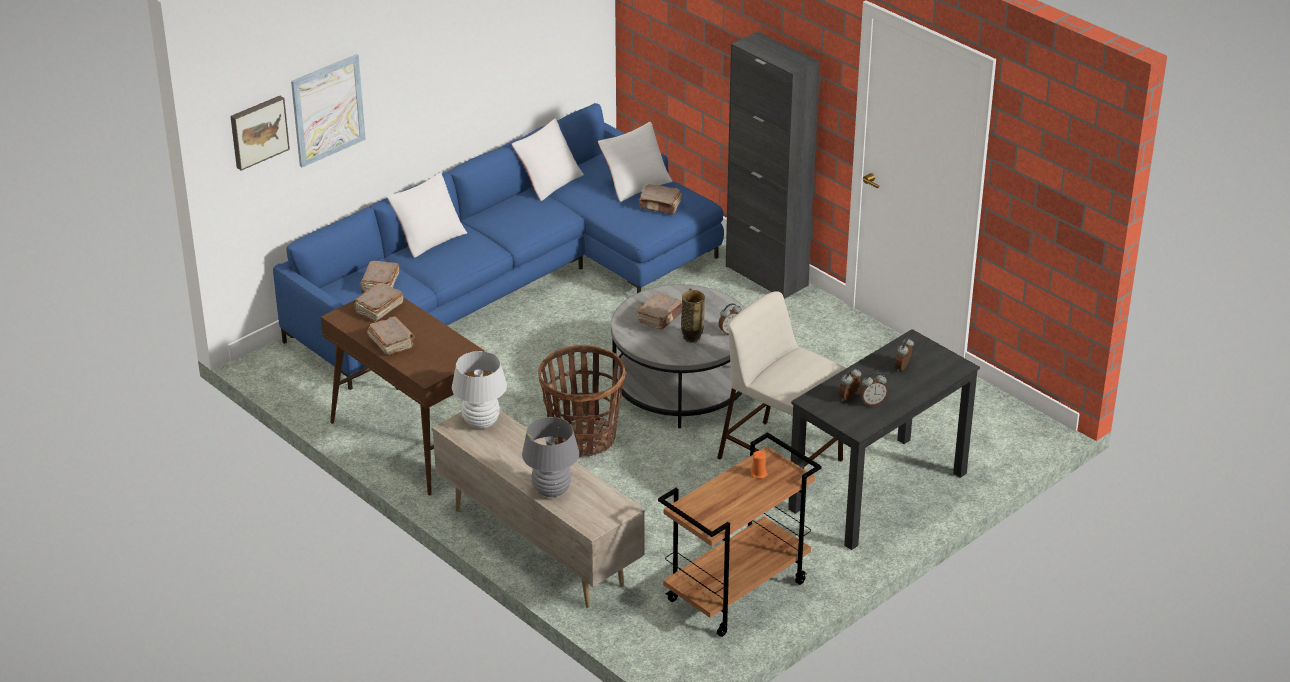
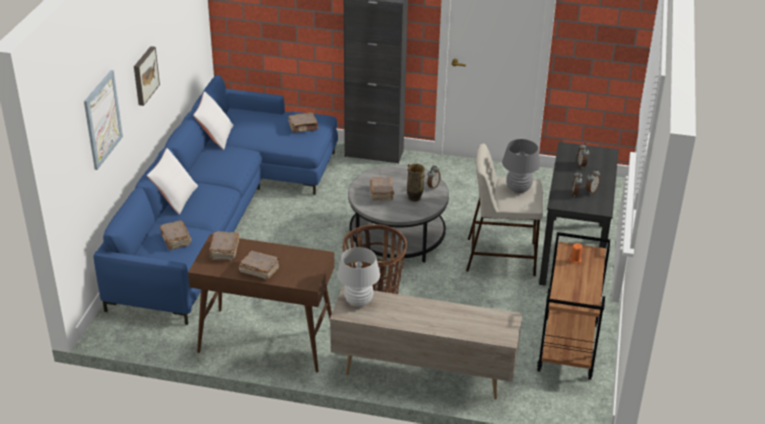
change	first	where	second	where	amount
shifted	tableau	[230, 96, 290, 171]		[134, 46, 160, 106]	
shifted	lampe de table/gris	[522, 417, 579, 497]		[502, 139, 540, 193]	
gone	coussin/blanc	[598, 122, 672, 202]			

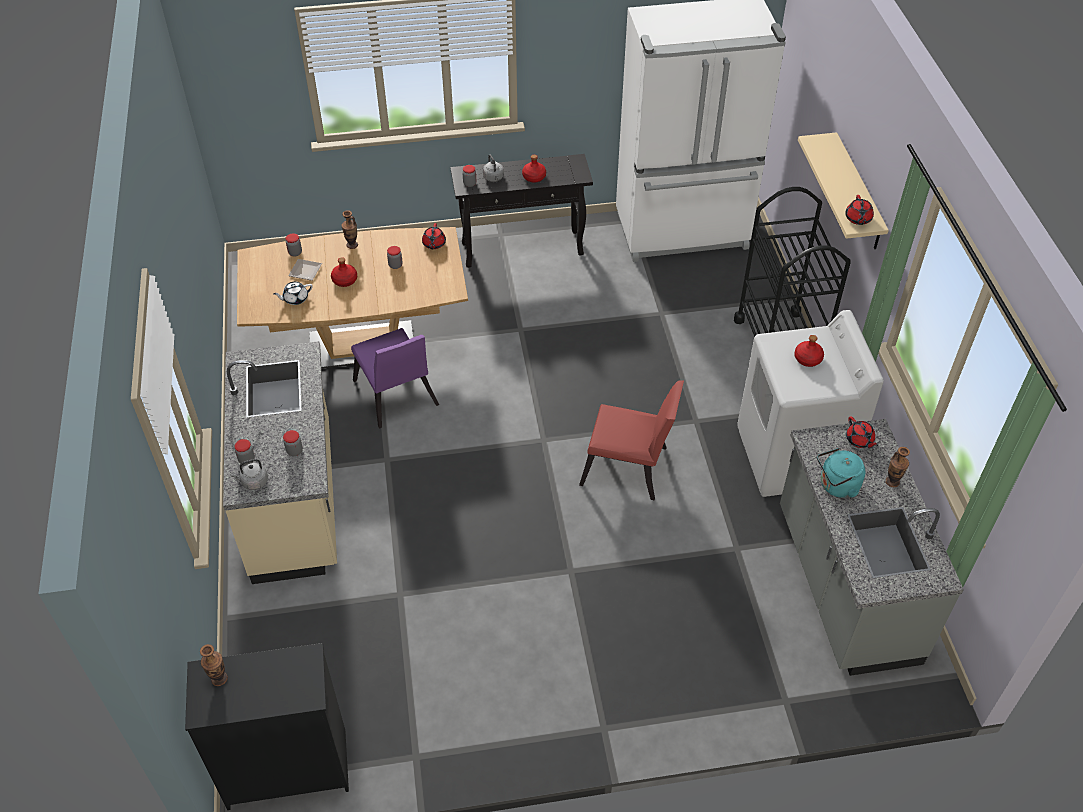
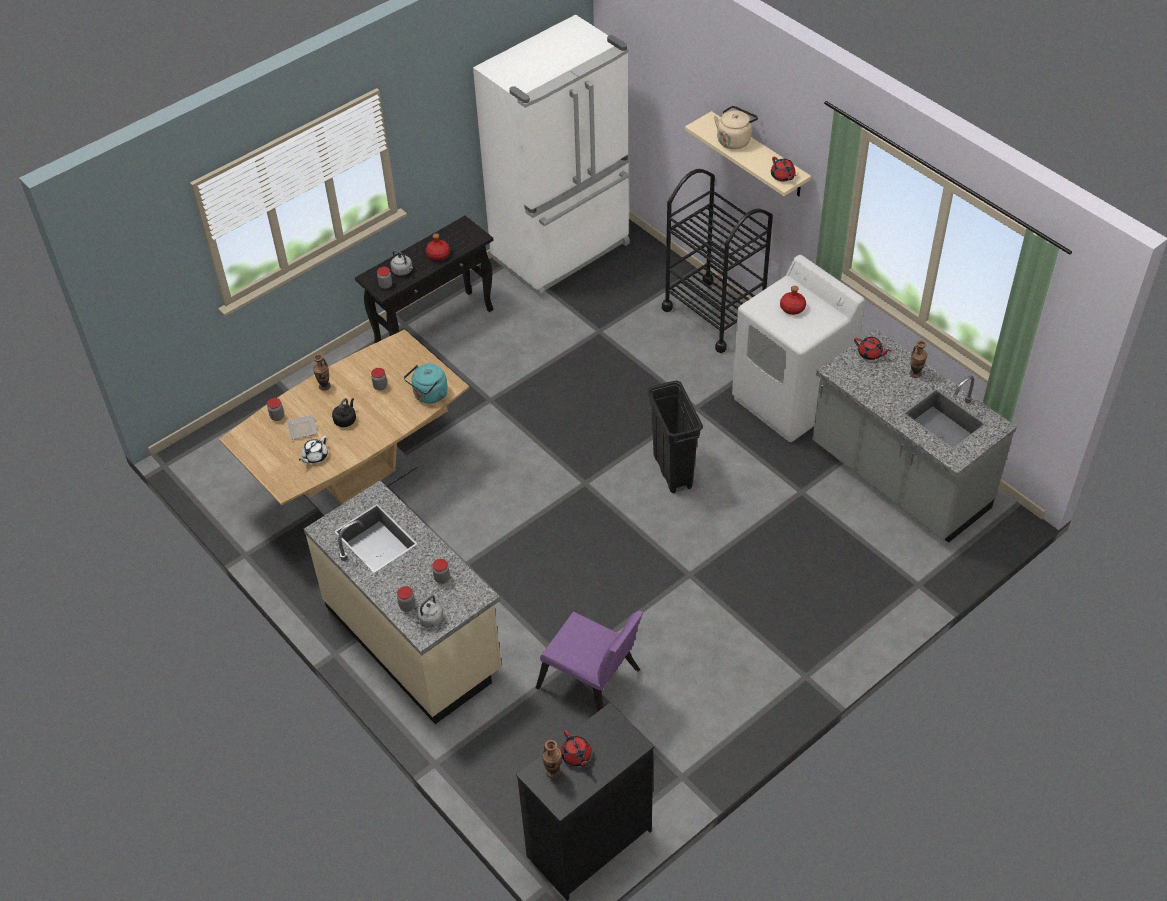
change	first	where	second	where	amount
swapped	bouteille/rouge	[331, 257, 357, 287]	bouilloire/noir	[332, 398, 356, 427]	
shifted	chaise/violet	[351, 328, 439, 429]		[536, 611, 643, 711]	
shifted	théière/rouge	[422, 223, 446, 249]		[561, 730, 592, 767]	
swapped	chaise/rouge	[579, 380, 684, 500]	poubelle/noir	[647, 380, 703, 493]	
shifted	bouilloire/turquoise	[817, 448, 865, 498]		[404, 364, 448, 404]	
new			bouilloire/beige	[714, 106, 758, 149]	

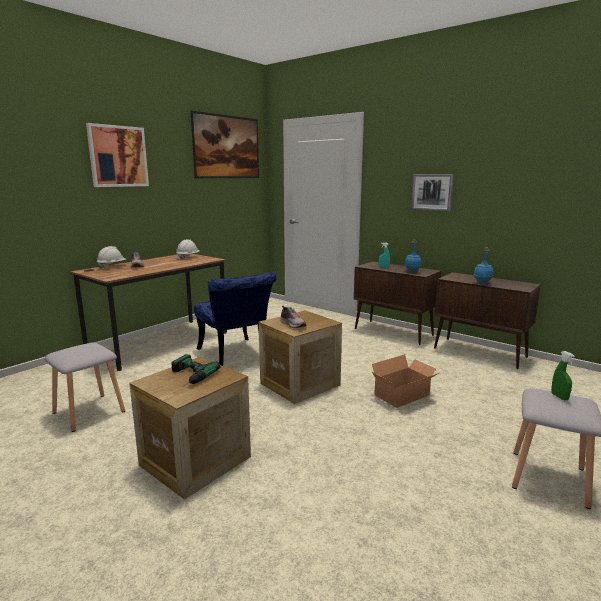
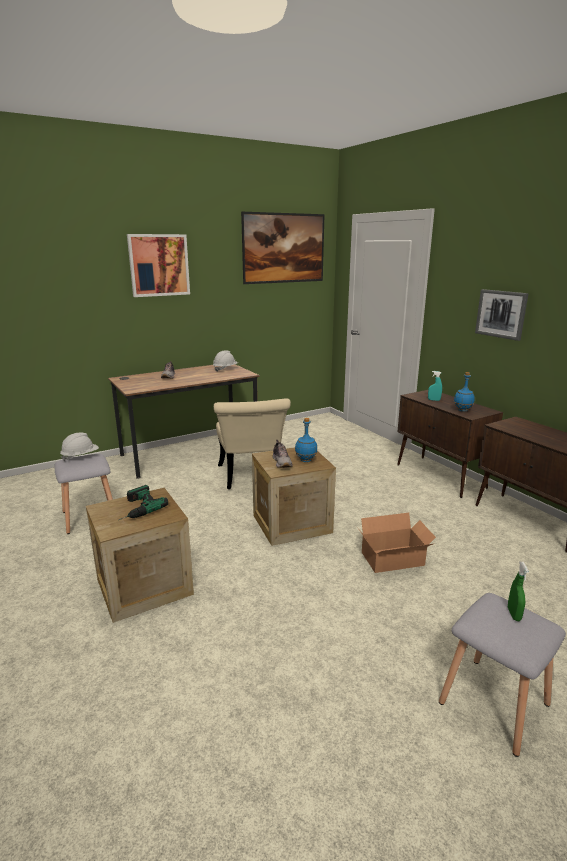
change	first	where	second	where	amount
shifted	casque de chantier/blanc	[96, 246, 126, 269]		[60, 433, 99, 461]	
repainted	chaise/bleu	[194, 272, 277, 366]	chaise/beige	[214, 398, 291, 489]	
shifted	bouteille/bleu	[474, 247, 493, 284]		[295, 418, 317, 462]	

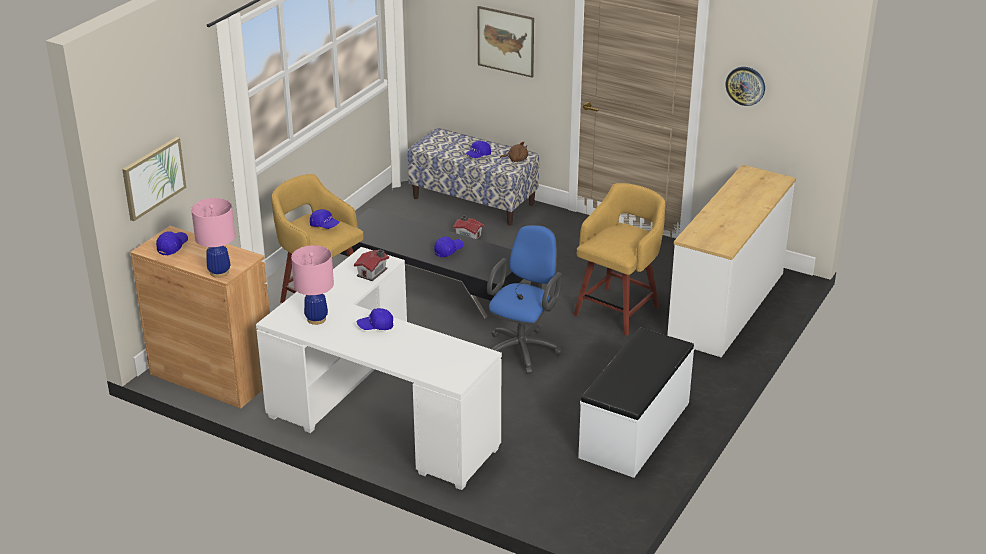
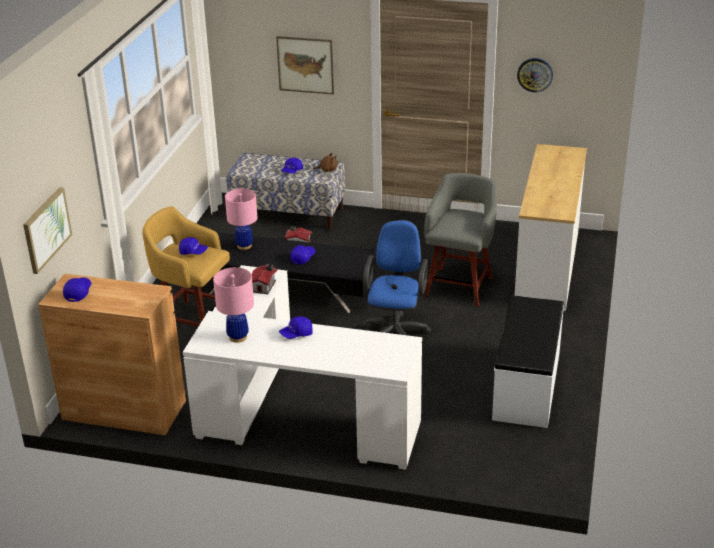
change	first	where	second	where	amount
shifted	lampe de table/rose	[191, 198, 235, 278]		[225, 188, 258, 250]	
repainted	tabouret/jaune	[574, 183, 665, 336]	tabouret/gris	[424, 173, 497, 307]	

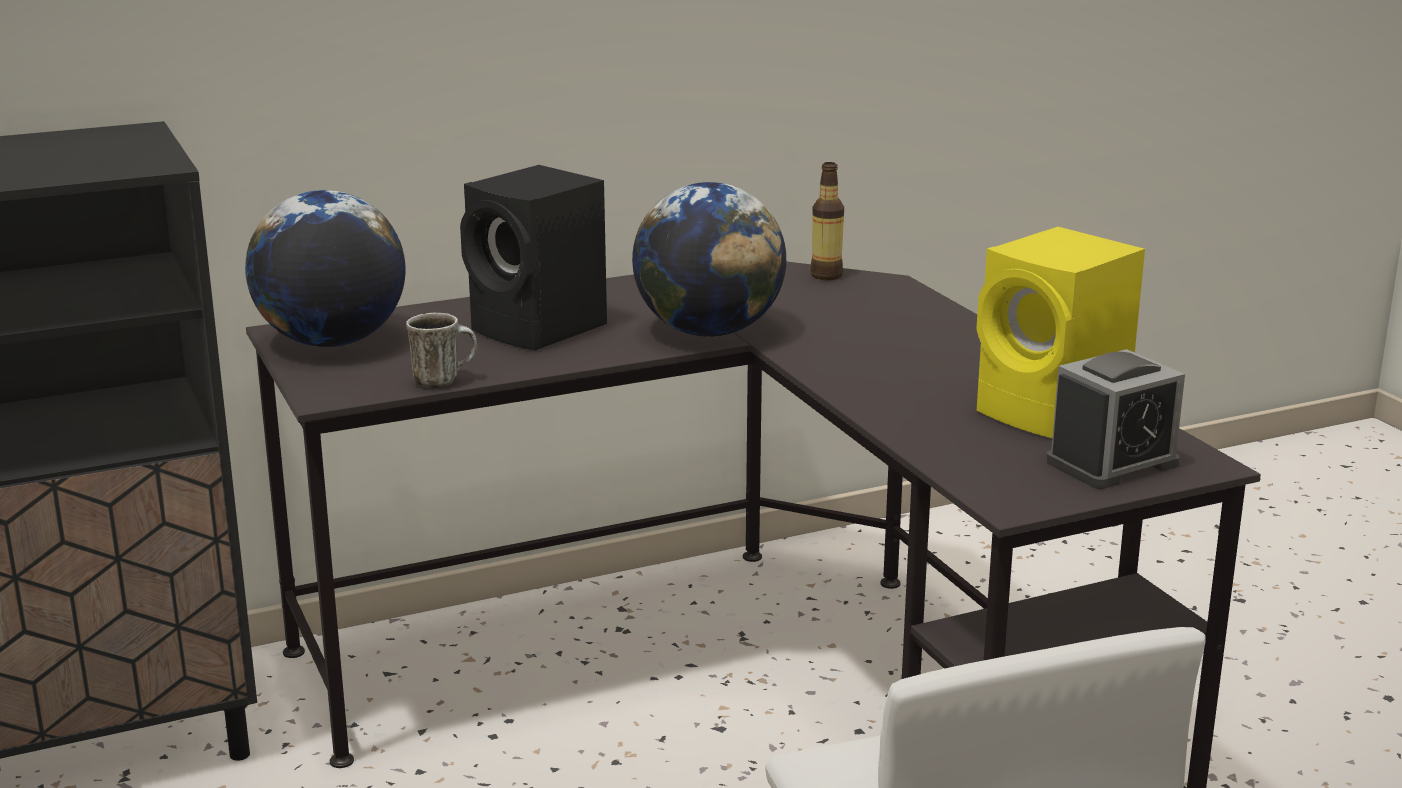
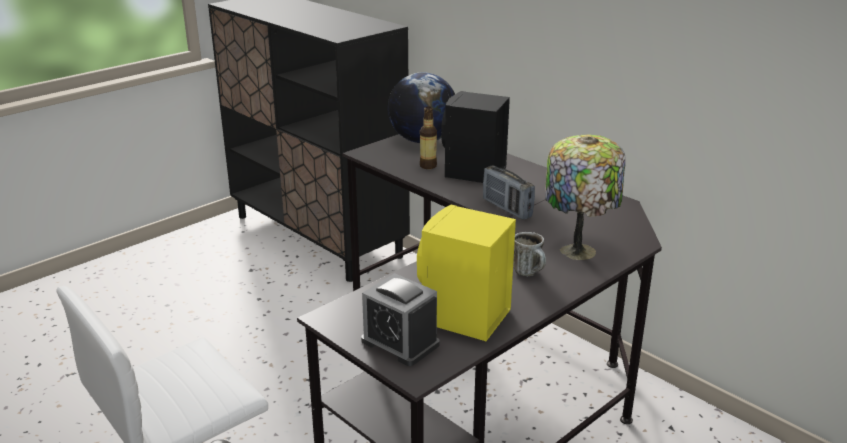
change	first	where	second	where	amount
shifted	mug	[406, 313, 477, 388]		[513, 232, 546, 276]	
swapped	globe	[632, 182, 786, 337]	radio	[483, 166, 535, 220]	
shifted	bouteille	[810, 162, 844, 280]		[420, 107, 437, 169]	
new			lampe de table	[545, 135, 625, 260]	

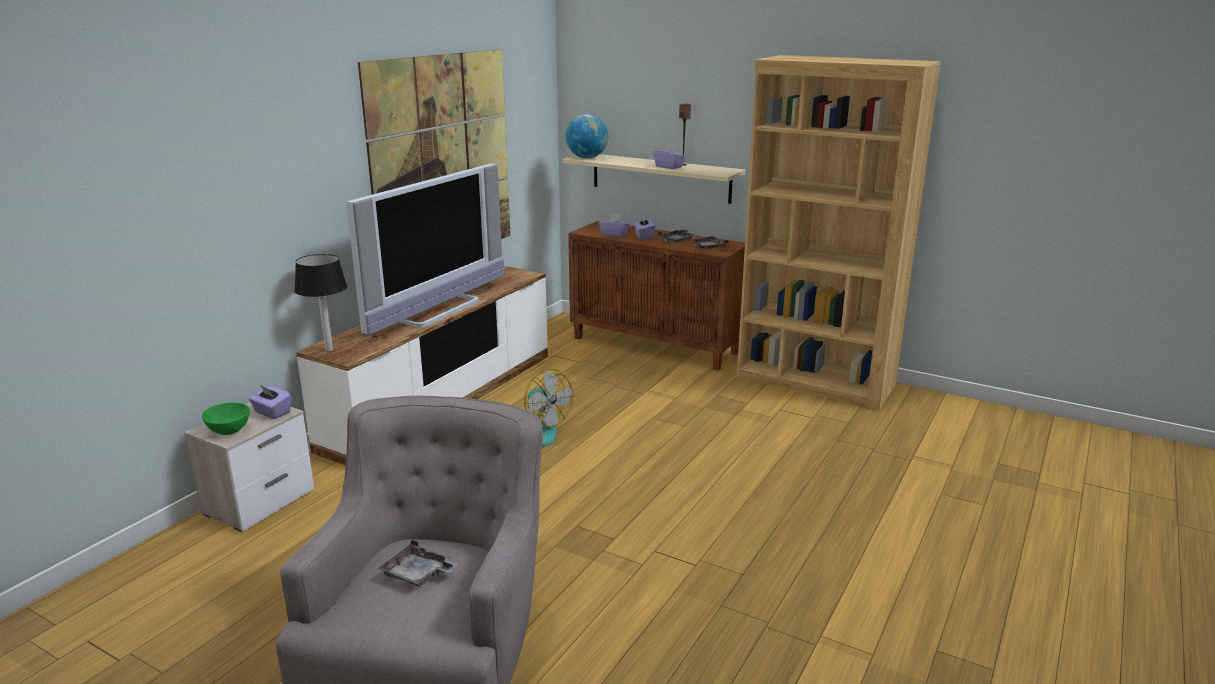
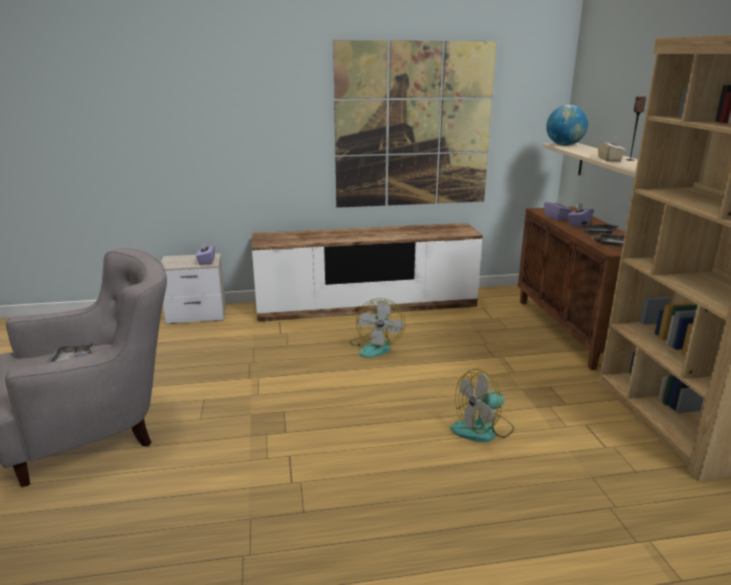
change	first	where	second	where	amount
gone	bol/vert	[202, 402, 250, 435]			
gone	lampe de table	[294, 254, 347, 351]			
gone	téléviseur	[346, 163, 504, 335]			
repainted	boîte à mouchoirs/violet	[653, 144, 686, 169]	boîte à mouchoirs/beige	[598, 136, 626, 161]	
new			ventilateur	[450, 369, 514, 442]	

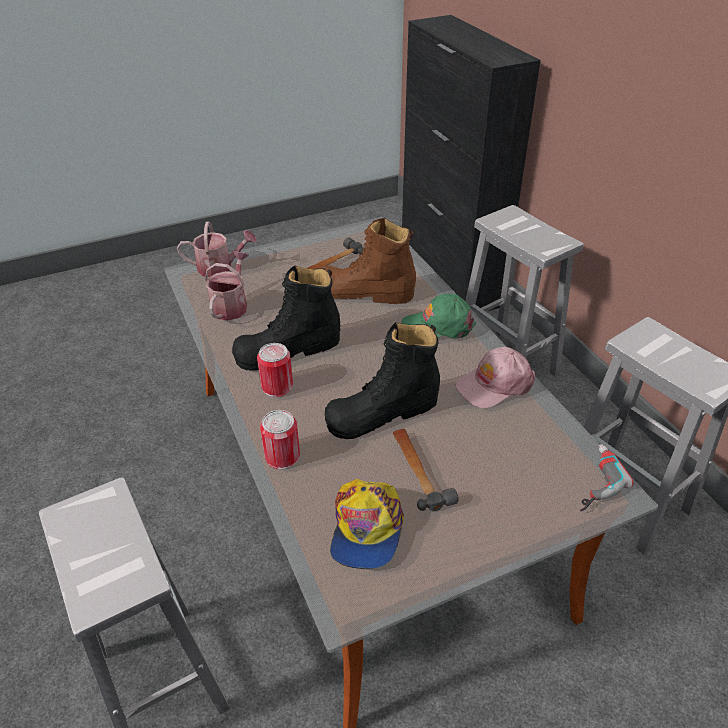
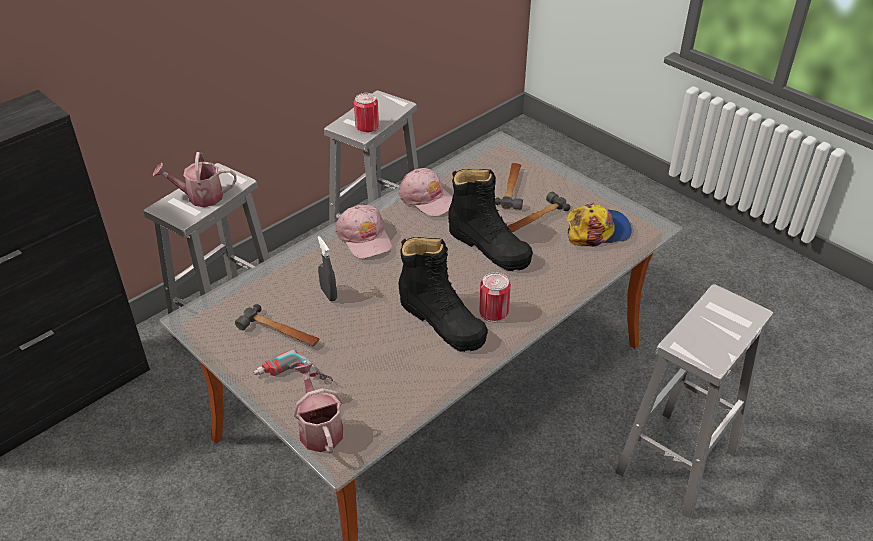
change	first	where	second	where	amount
shifted	arrosoir	[205, 251, 248, 321]		[153, 152, 237, 207]	
shifted	boîte métallique	[260, 410, 300, 469]		[354, 93, 379, 134]	
swapped	botte/marron	[319, 218, 416, 304]	vaporisateur/gris	[317, 236, 337, 301]	
repainted	casquette/vert	[402, 294, 476, 338]	casquette/rose	[336, 205, 392, 259]	
shifted	perceuse	[580, 444, 633, 511]		[254, 349, 333, 381]	
new			marteau	[495, 163, 523, 210]	

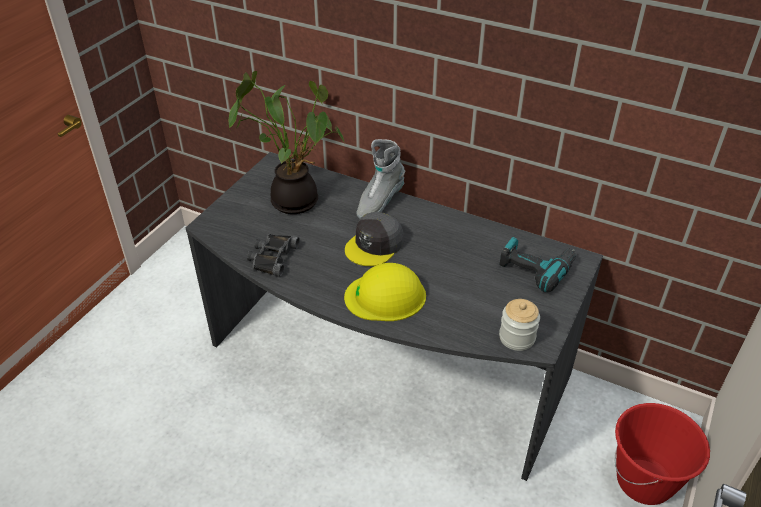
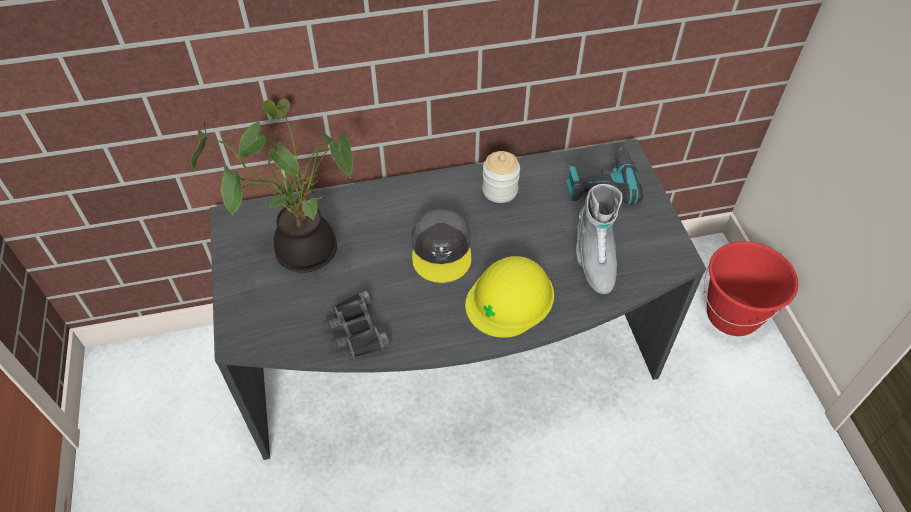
change	first	where	second	where	amount
shifted	botte/gris	[357, 139, 405, 219]		[576, 184, 622, 294]	
shifted	bocal	[499, 299, 540, 351]		[482, 151, 520, 203]	

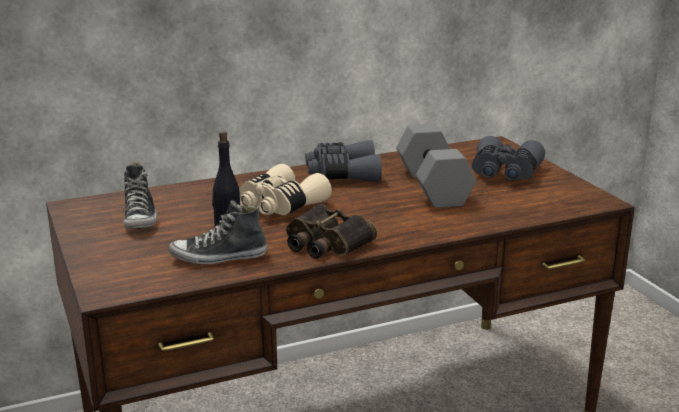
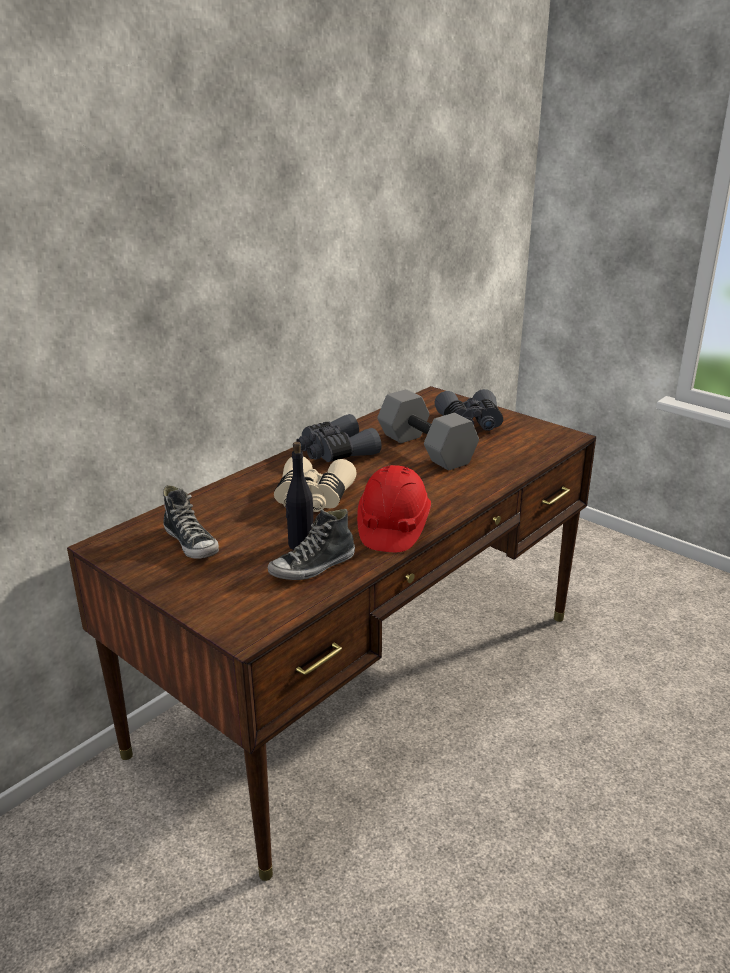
change	first	where	second	where	amount
swapped	jumelles	[286, 204, 377, 259]	casque de chantier/rouge	[357, 465, 431, 552]	

